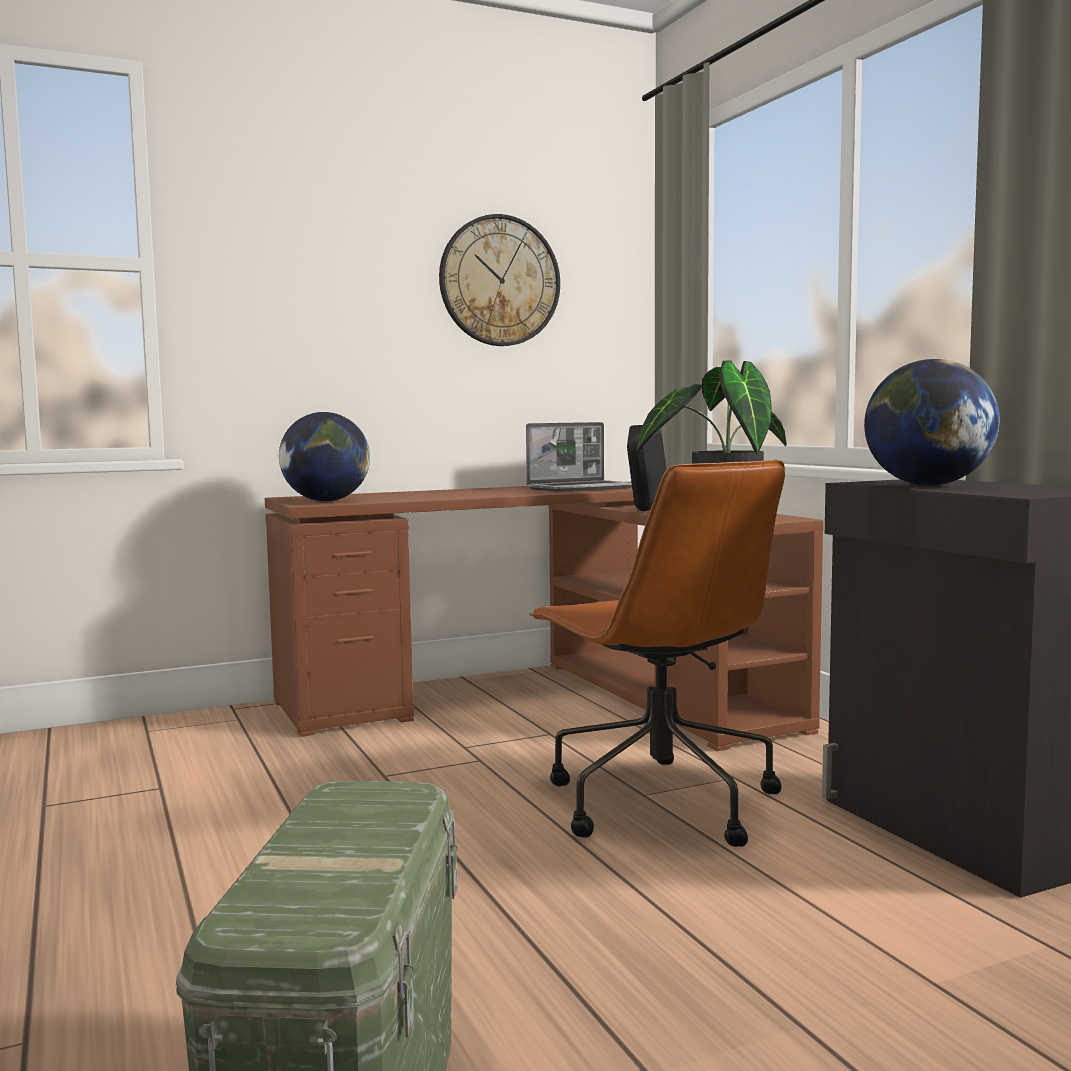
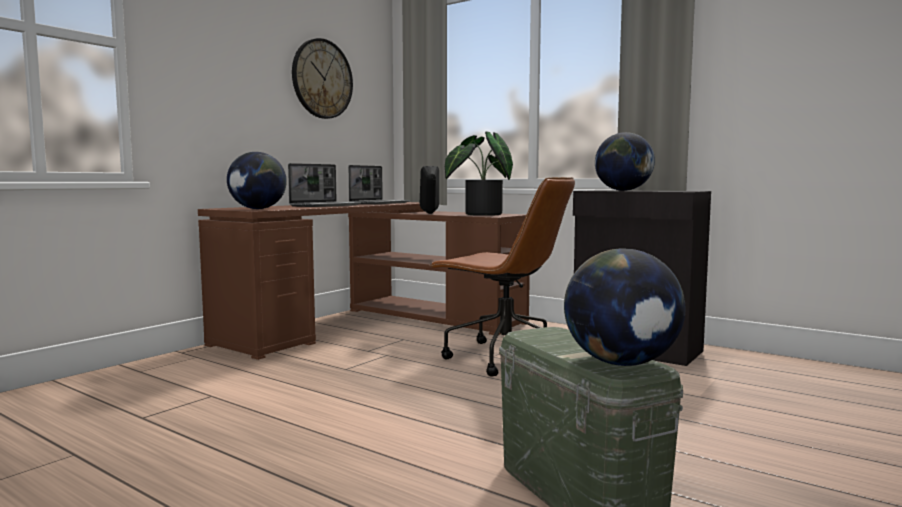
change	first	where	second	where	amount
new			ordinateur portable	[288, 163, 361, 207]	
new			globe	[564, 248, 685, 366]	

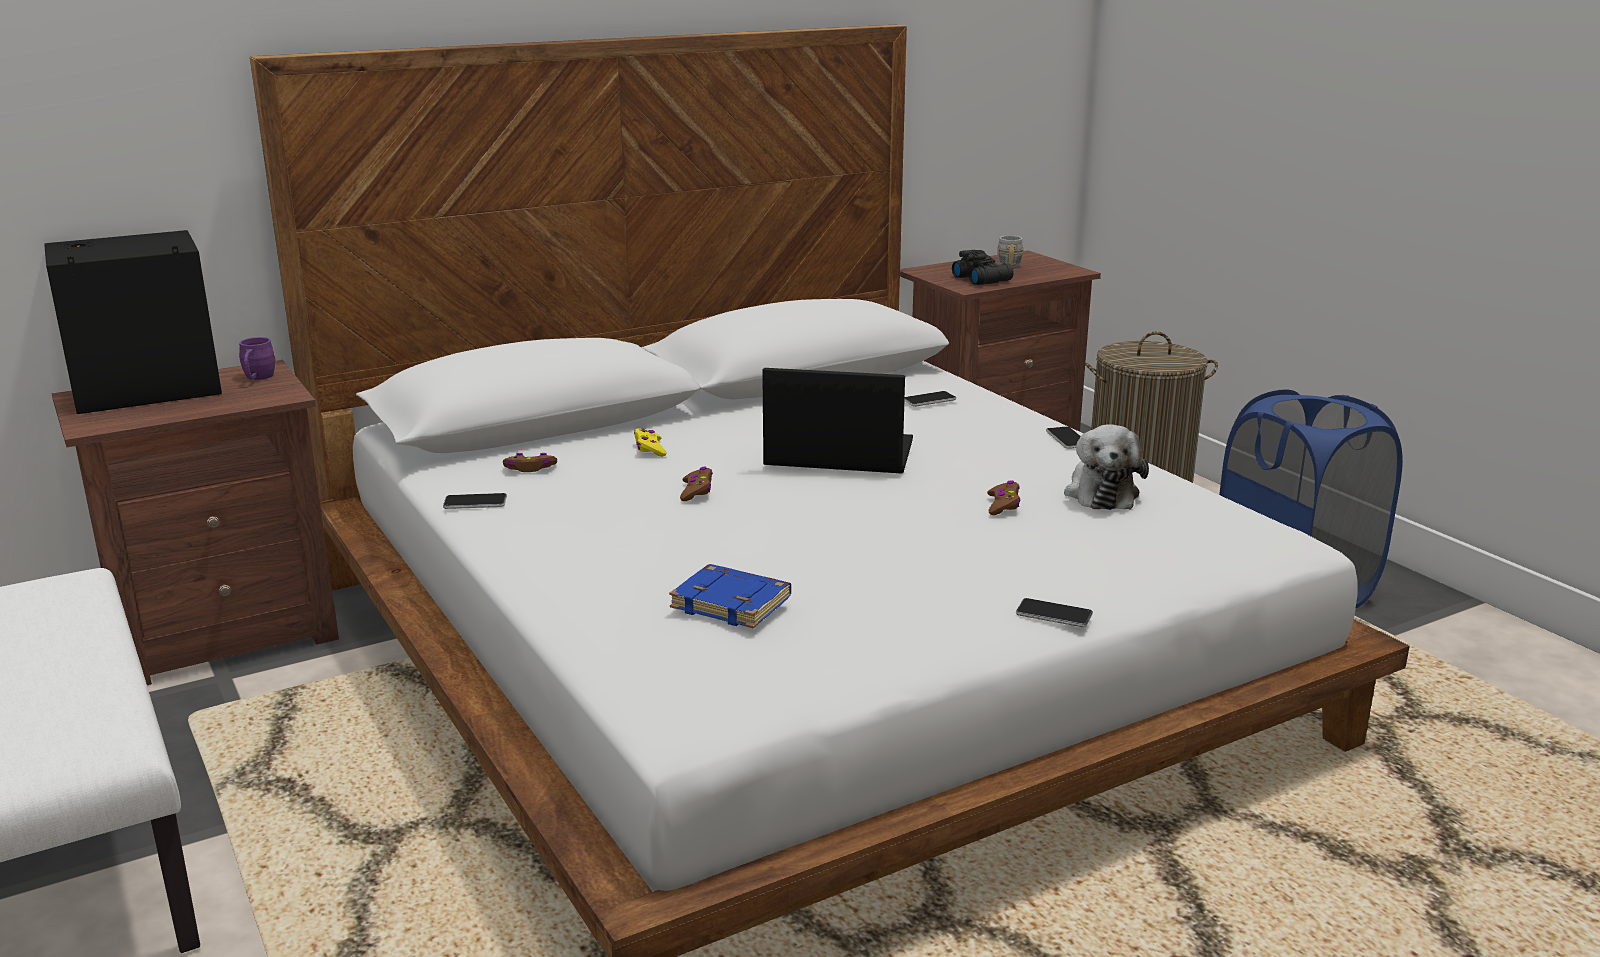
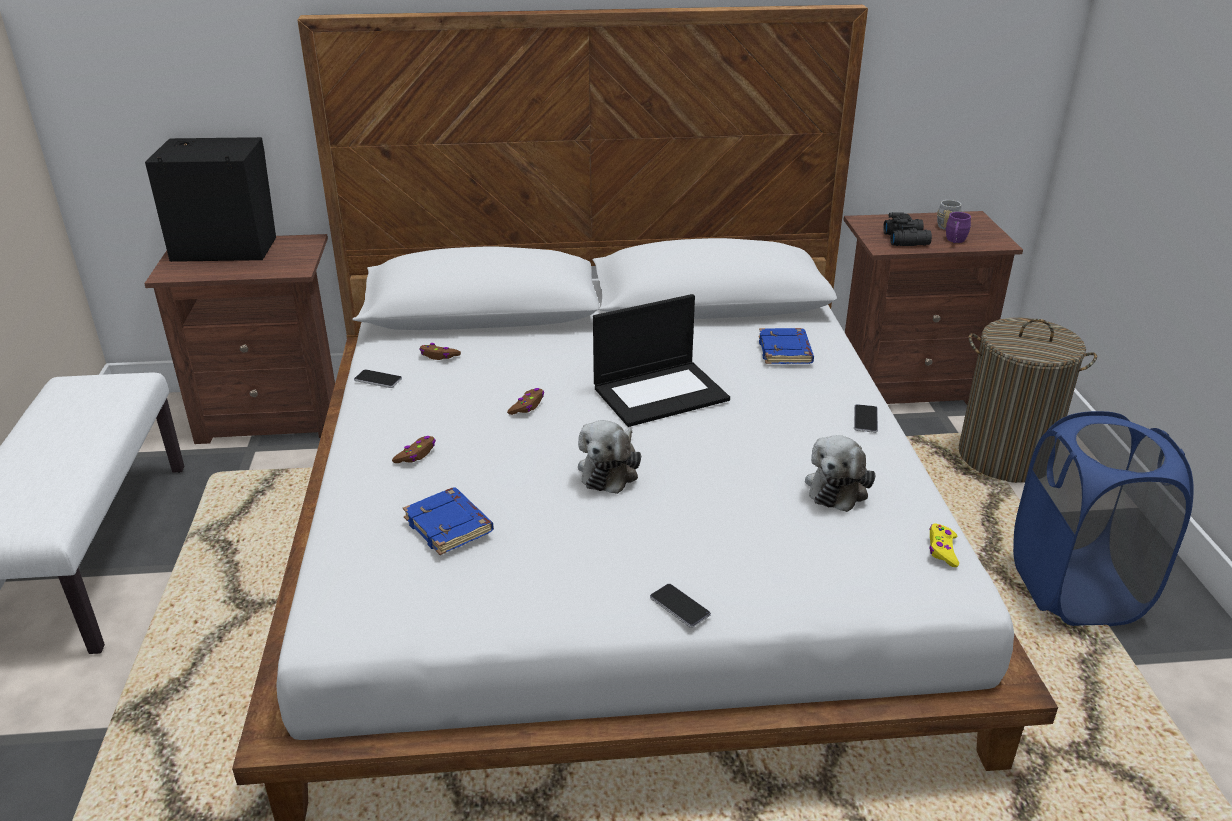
change	first	where	second	where	amount
shifted	mug/violet	[239, 337, 275, 380]		[946, 212, 971, 243]	
shifted	manette/jaune	[634, 428, 667, 457]		[929, 523, 959, 567]	
rotated	ordinateur portable	[762, 368, 913, 474]		[593, 294, 730, 427]	120 degrees clockwise
swapped	téléphone	[904, 391, 956, 407]	livre/bleu	[759, 328, 814, 364]	
shifted	manette/marron	[987, 480, 1020, 515]		[392, 436, 436, 463]	
new			peluche	[578, 420, 641, 494]	

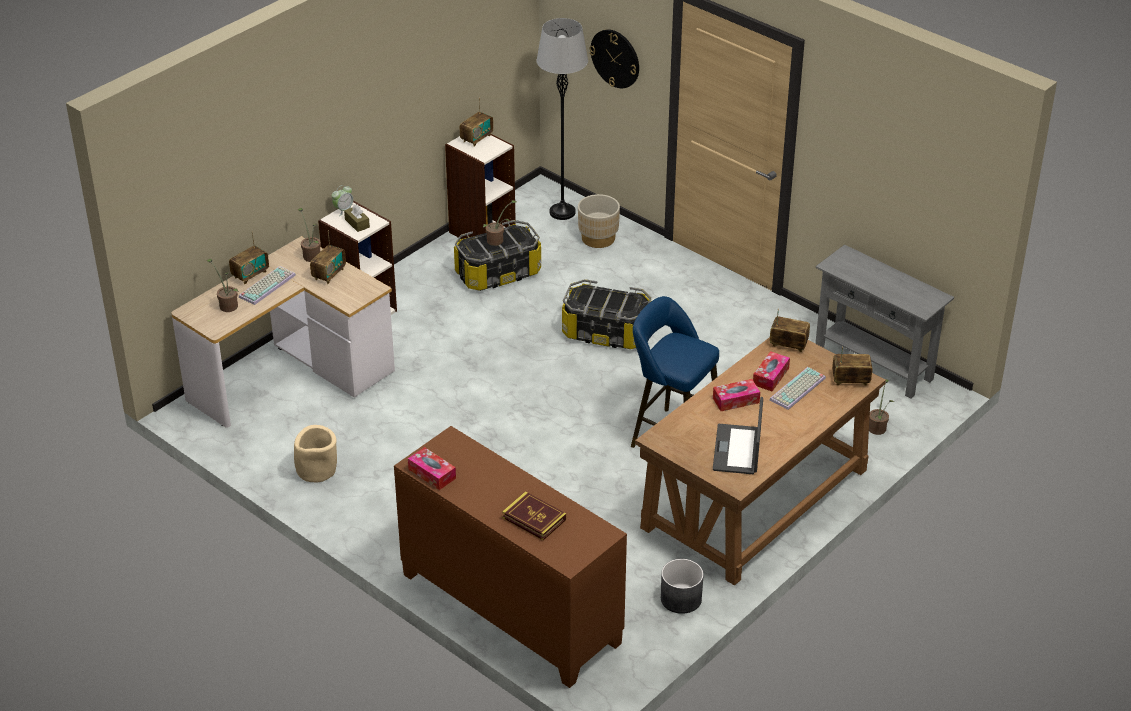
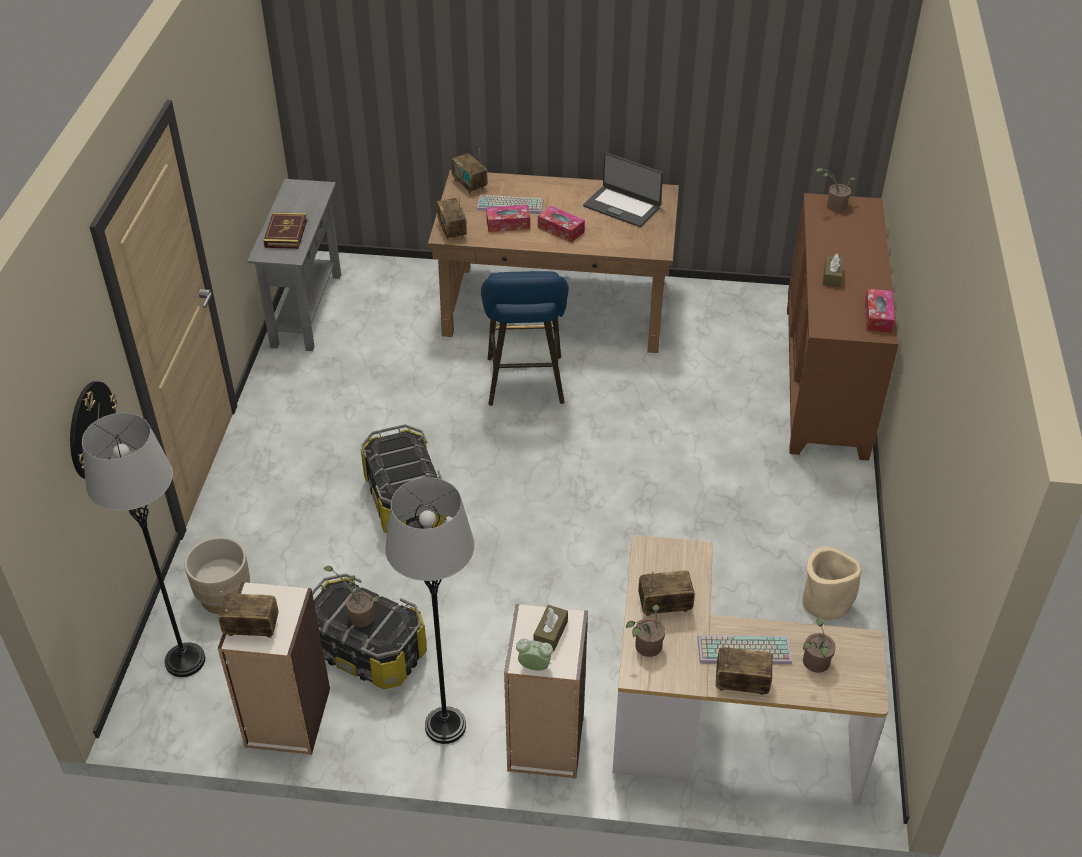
change	first	where	second	where	amount
shifted	livre	[502, 492, 566, 541]		[263, 212, 307, 249]	
gone	cache-pot/gris	[661, 559, 704, 614]			
rotated	ordinateur portable	[713, 397, 763, 474]		[583, 152, 663, 227]	60 degrees clockwise
shifted	plante en pot	[869, 379, 894, 435]		[816, 168, 855, 212]	
new			lampadaire/gris	[385, 477, 475, 744]	
new			boîte à mouchoirs/marron	[823, 253, 843, 287]	

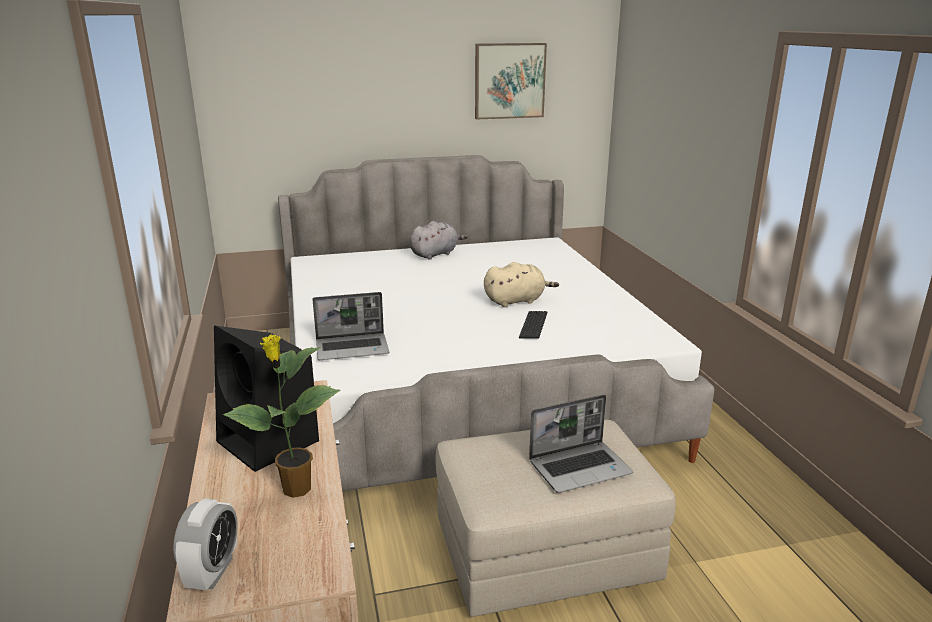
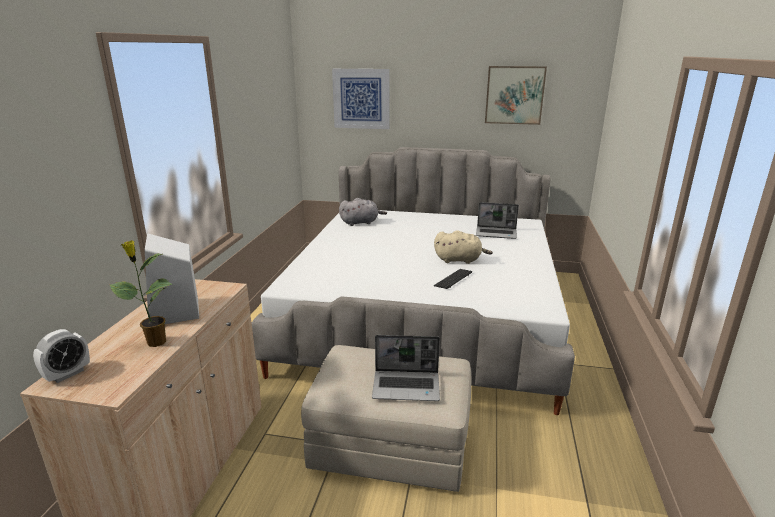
change	first	where	second	where	amount
repainted	enceinte/noir	[214, 326, 319, 472]	enceinte/blanc	[145, 233, 199, 324]	
shifted	ordinateur portable	[312, 292, 390, 360]		[476, 202, 519, 239]	
shifted	peluche/gris	[410, 221, 468, 260]		[339, 198, 387, 226]	
new			tableau	[332, 69, 389, 129]	

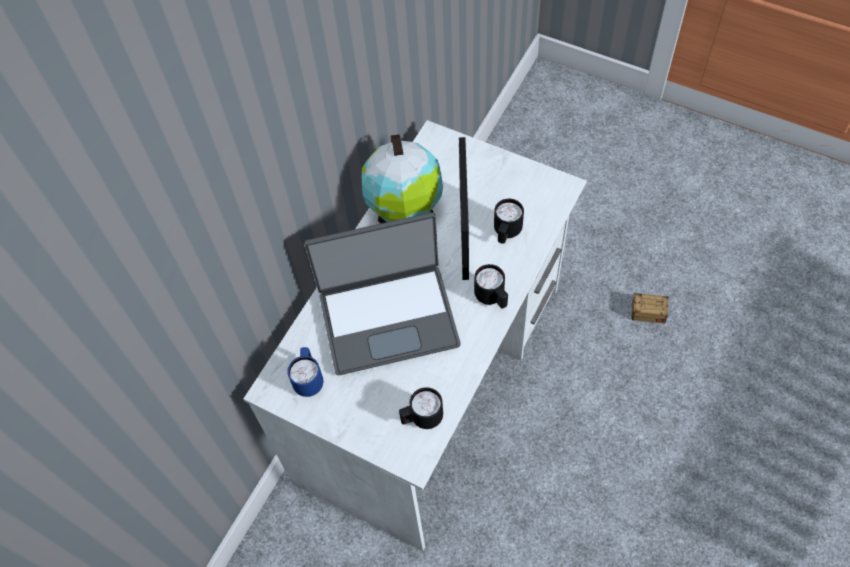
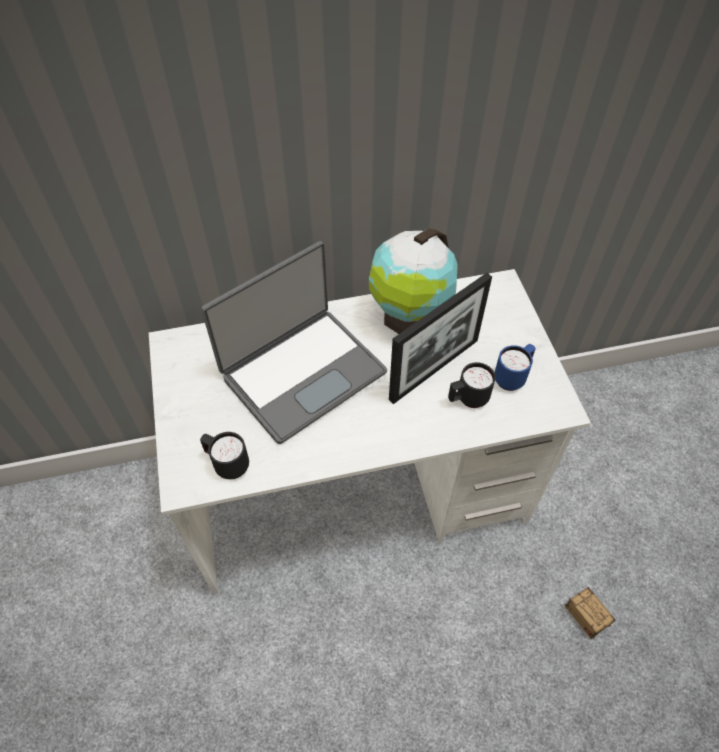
change	first	where	second	where	amount
shifted	mug/bleu	[287, 347, 324, 397]		[494, 344, 536, 391]	
rotated	ordinateur portable	[304, 212, 461, 375]		[201, 241, 387, 444]	75 degrees counterclockwise
gone	mug/noir	[474, 264, 508, 308]			

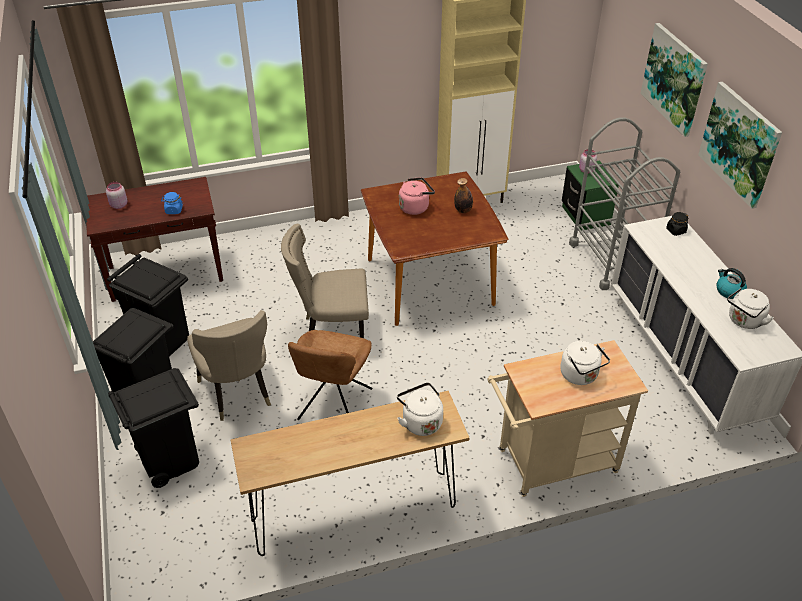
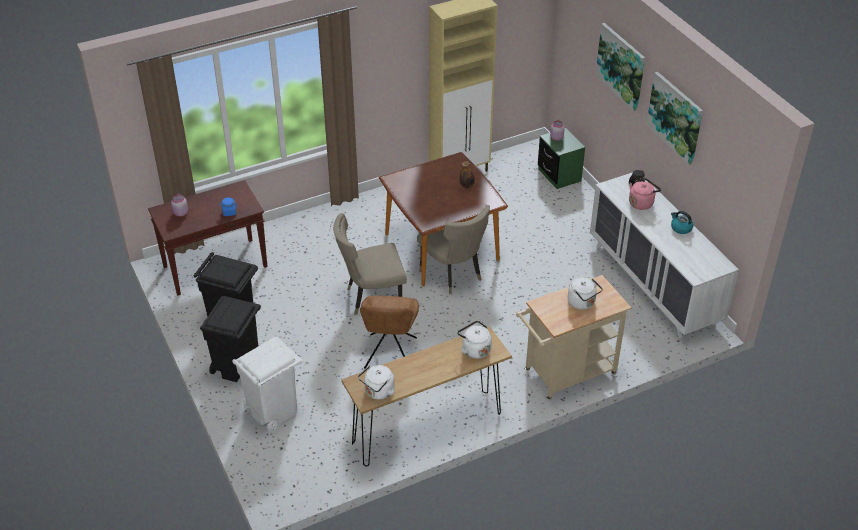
change	first	where	second	where	amount
repainted	poubelle/noir	[108, 368, 199, 488]	poubelle/blanc	[232, 337, 303, 432]	
shifted	chaise/beige	[187, 310, 271, 421]		[417, 205, 490, 294]	
shifted	bouilloire/rose	[399, 177, 435, 215]		[629, 178, 661, 210]	
gone	chariot/gris	[569, 117, 680, 290]			
shifted	bouilloire/blanc	[727, 288, 774, 329]		[358, 365, 395, 400]	

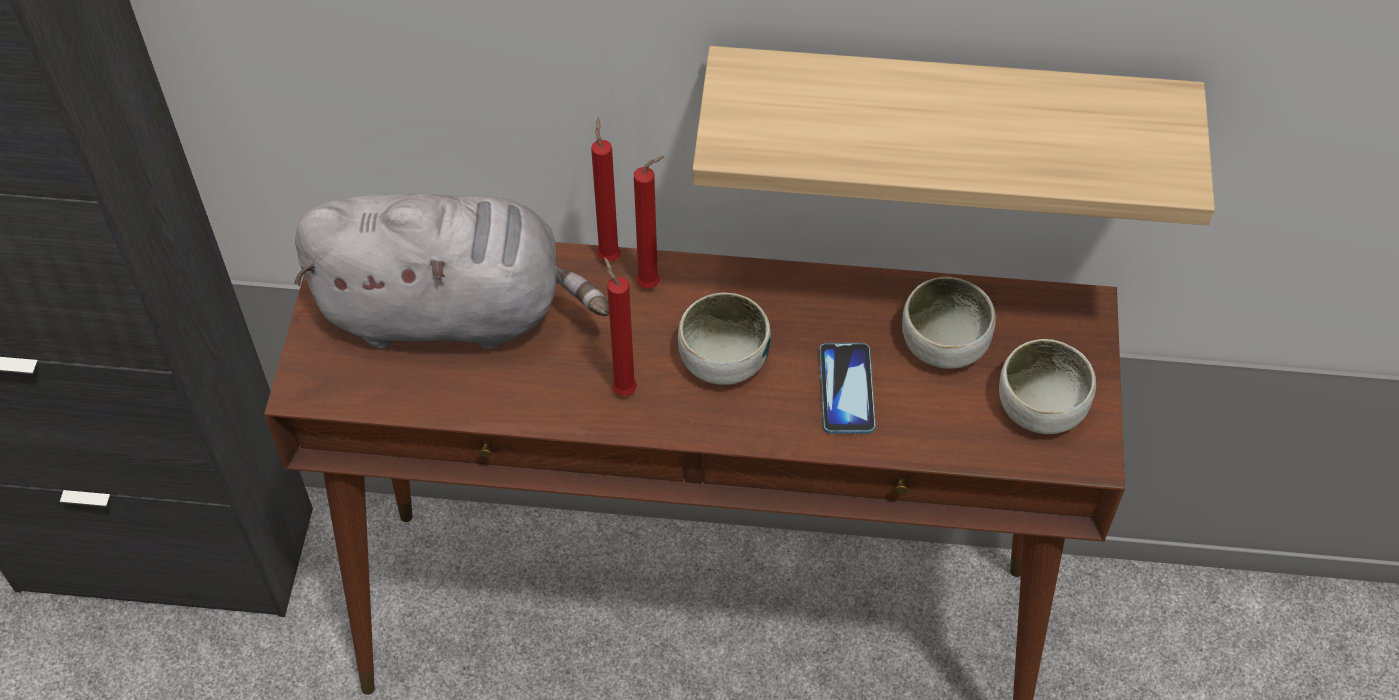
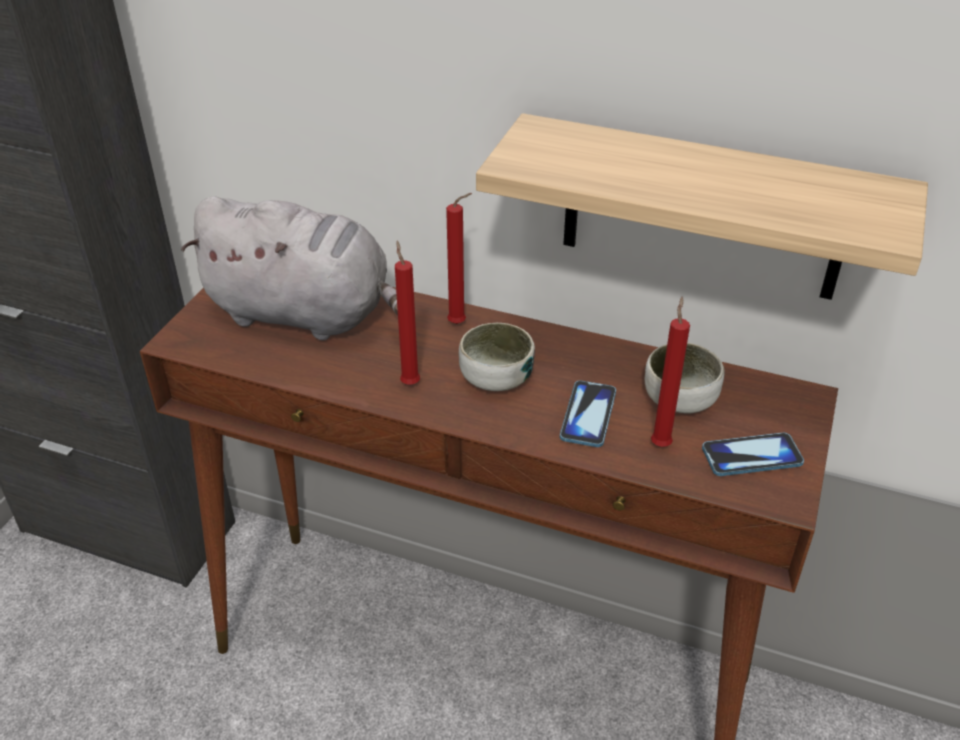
change	first	where	second	where	amount
shifted	bougie/rouge	[591, 117, 621, 262]		[651, 297, 690, 447]	
swapped	bol	[999, 339, 1096, 434]	téléphone	[702, 433, 804, 476]	

